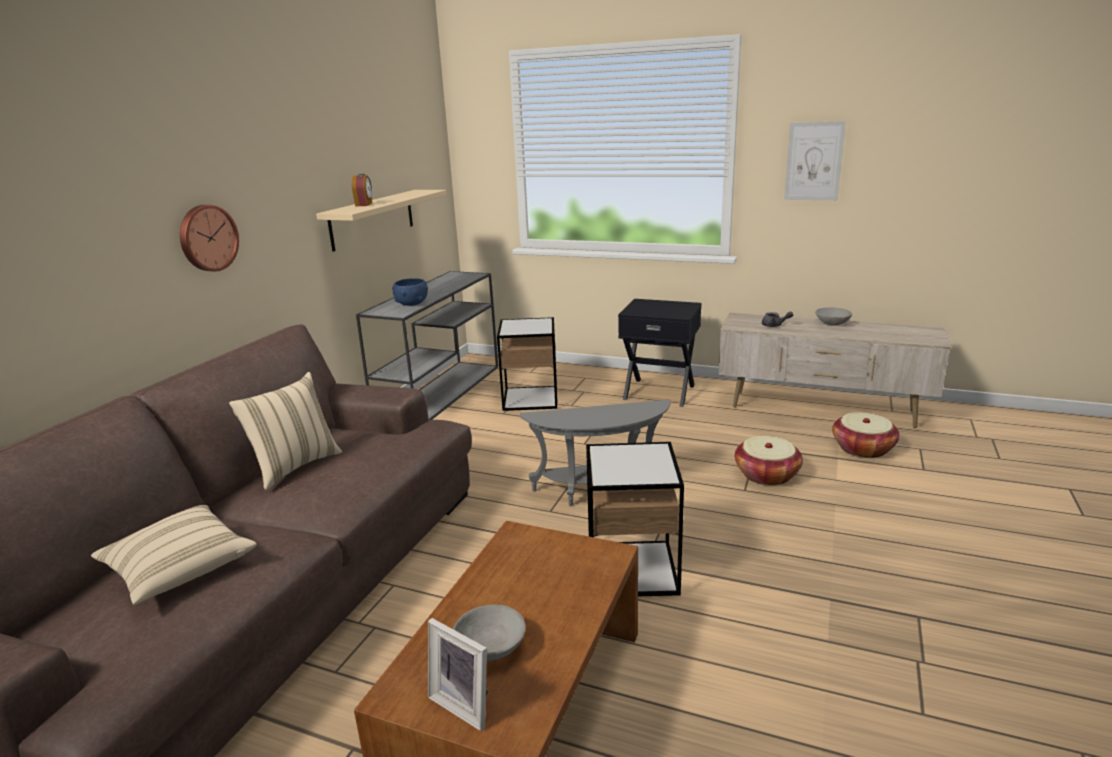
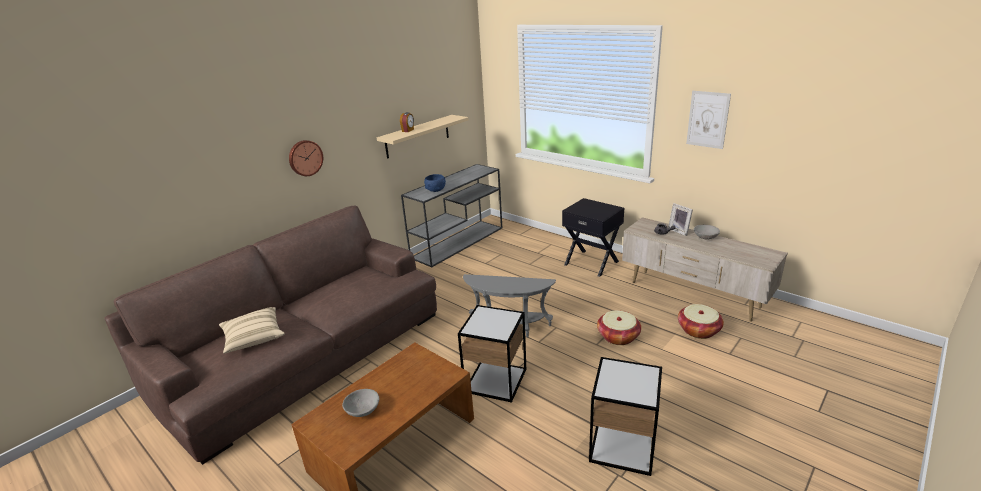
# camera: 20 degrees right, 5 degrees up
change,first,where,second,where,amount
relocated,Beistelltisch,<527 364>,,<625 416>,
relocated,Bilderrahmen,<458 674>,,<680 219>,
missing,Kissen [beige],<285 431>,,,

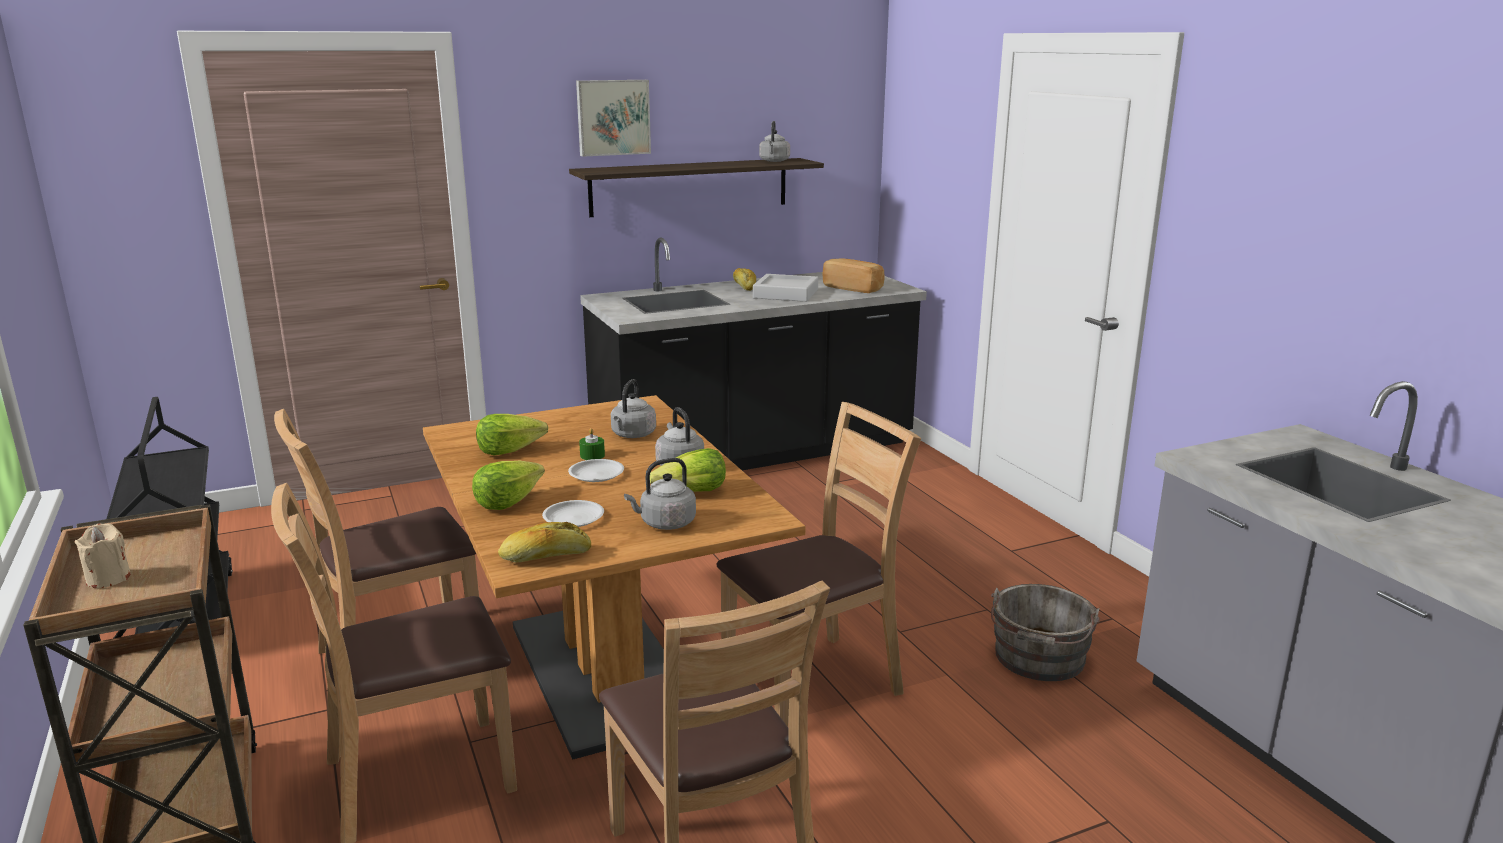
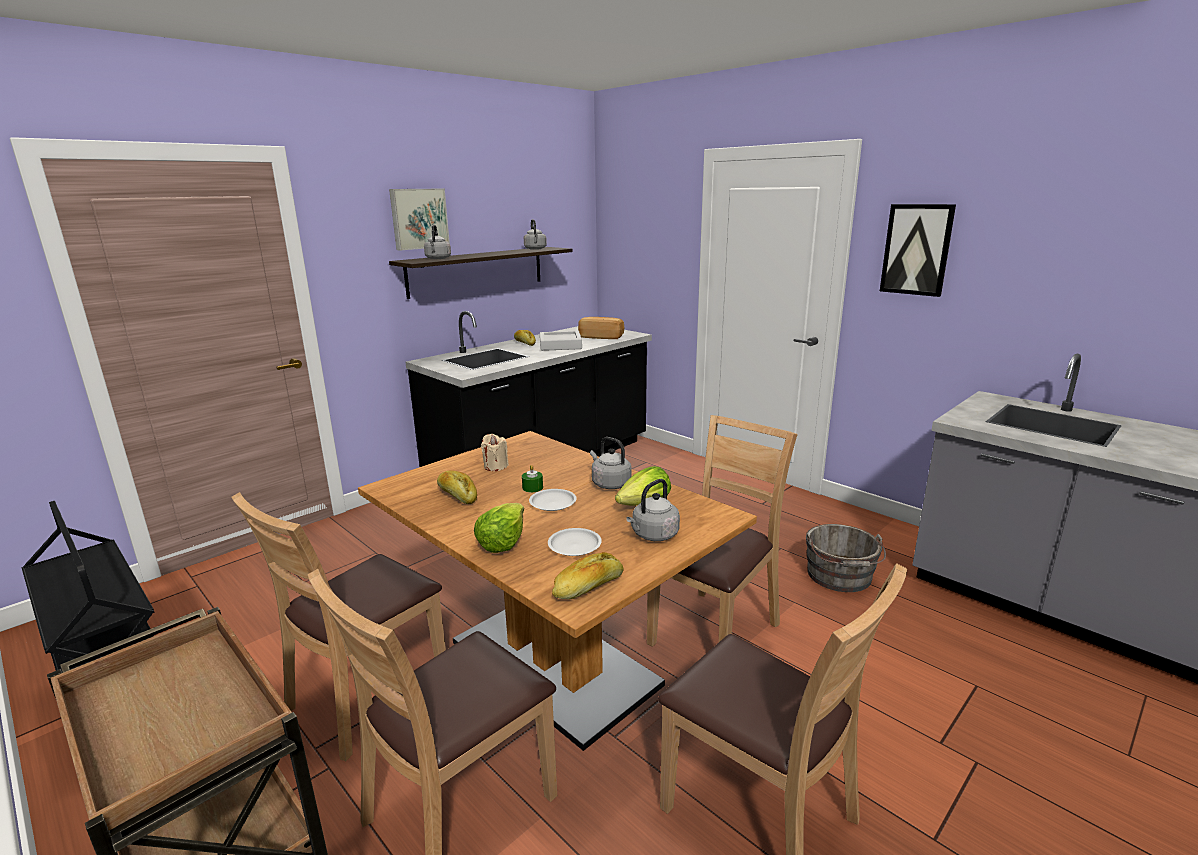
# camera: 20 degrees left, 0 degrees up
change,first,where,second,where,amount
relocated,Wasserkessel [grau],<633 408>,,<437 242>,
exchanged,Salatkopf,<512 434>,Brot,<457 487>,
relocated,Kerze [beige],<103 555>,,<495 452>,
appeared,,,Bild,<918 250>,

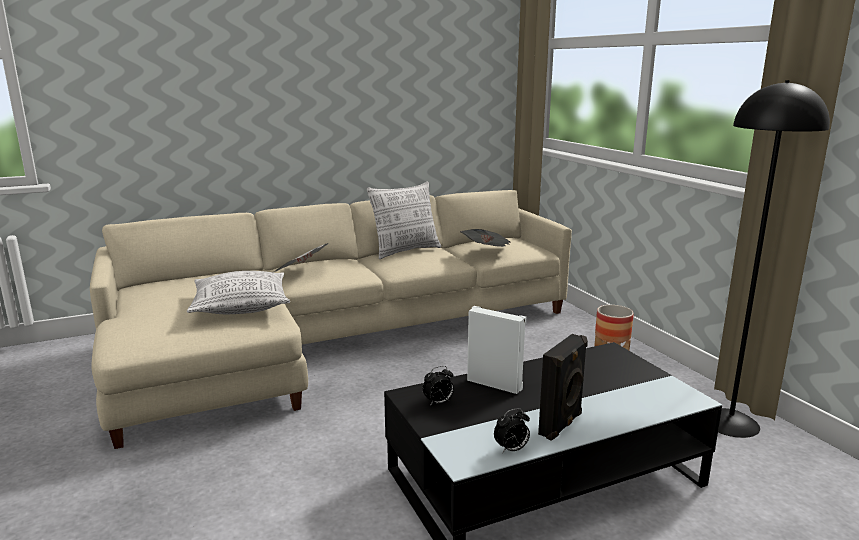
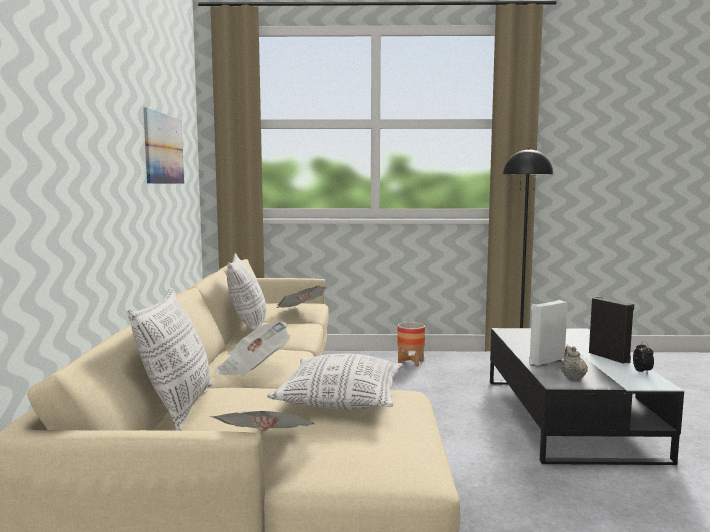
# camera: 65 degrees left, 10 degrees down
change,first,where,second,where,amount
appeared,,,Kissen,<169 359>,
appeared,,,Bild,<163 146>,
appeared,,,Zeitung,<261 421>,
exchanged,Wecker,<438 386>,Teekanne [beige],<574 363>,

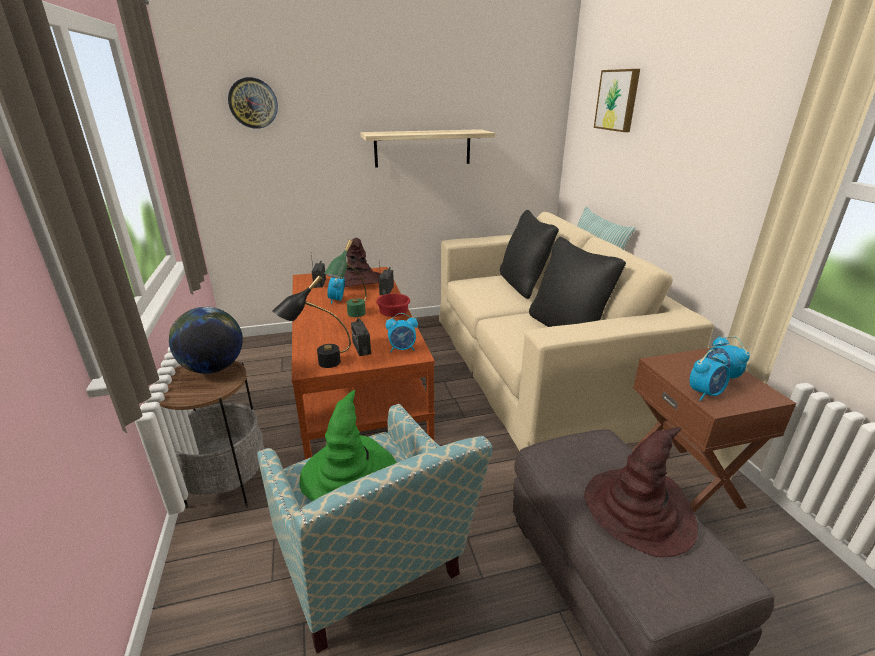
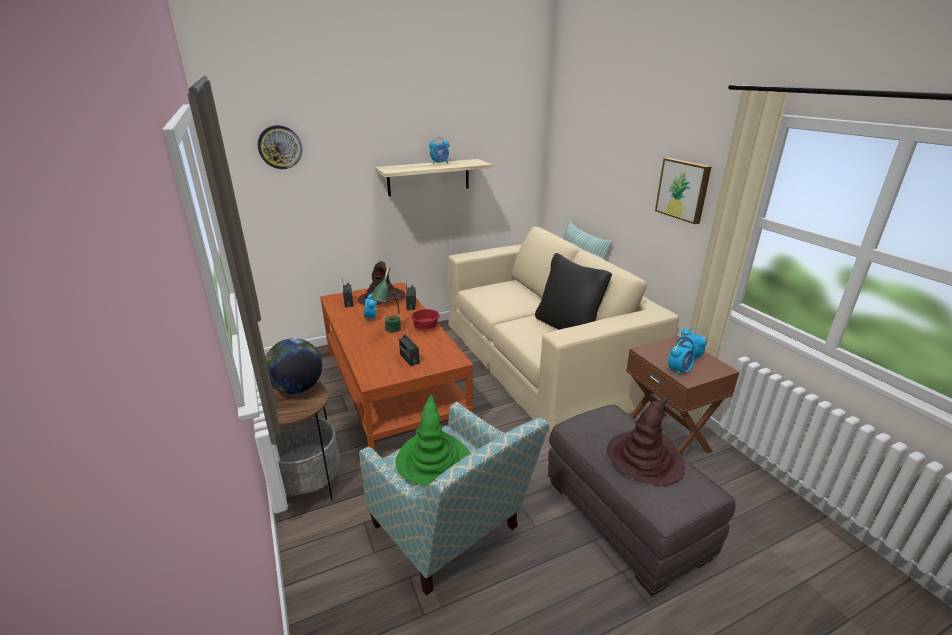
# camera: 10 degrees left, 0 degrees up
change,first,where,second,where,amount
relocated,Wecker,<402 332>,,<439 150>,
relocated,Bild,<617 100>,,<683 191>,
missing,Tischlampe [schwarz],<311 321>,,,
missing,Kissen [schwarz],<529 254>,,,

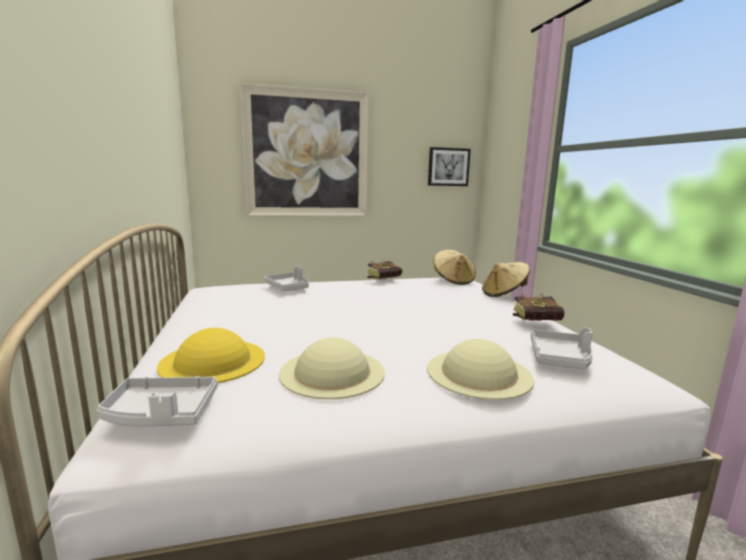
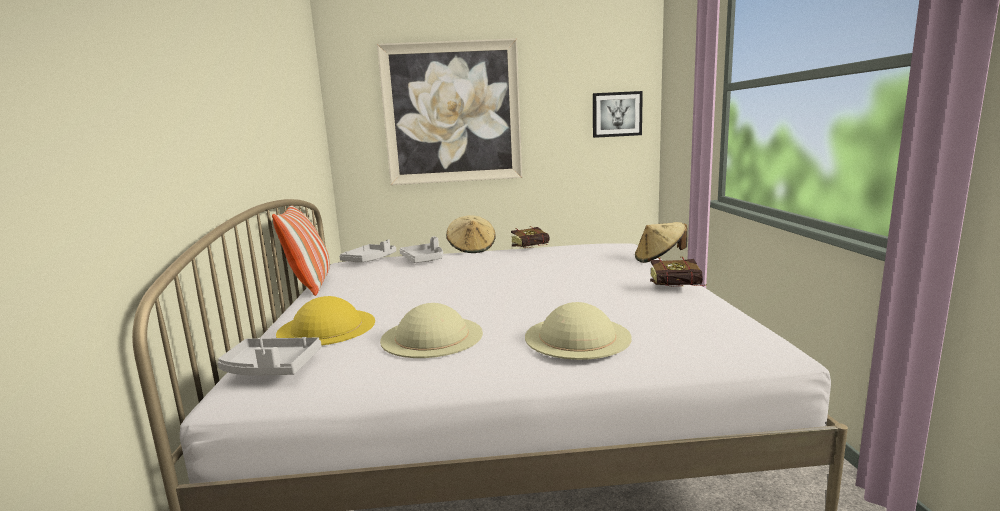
# camera: 10 degrees right, 0 degrees up
change,first,where,second,where,amount
appeared,,,Kissen,<301 250>,
relocated,Tablett [grau],<562 348>,,<367 251>,
relocated,Hut [beige],<455 267>,,<471 234>,

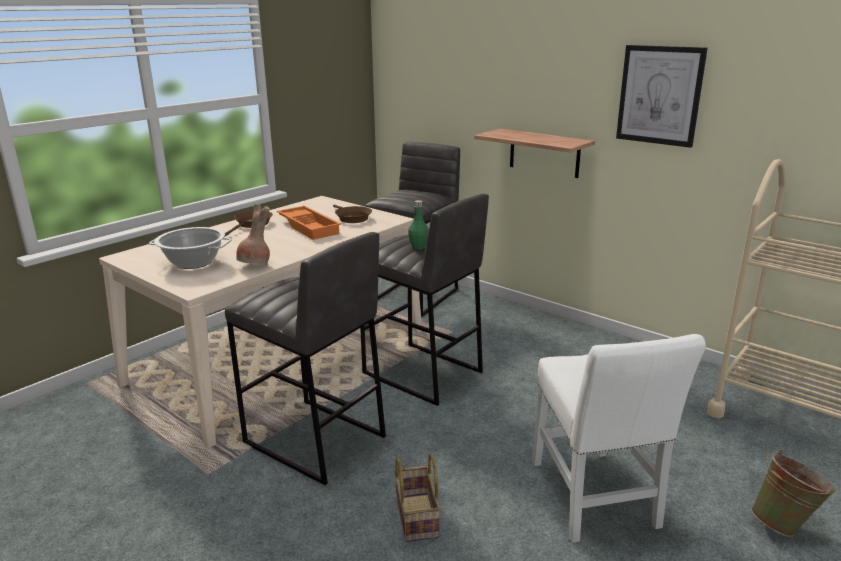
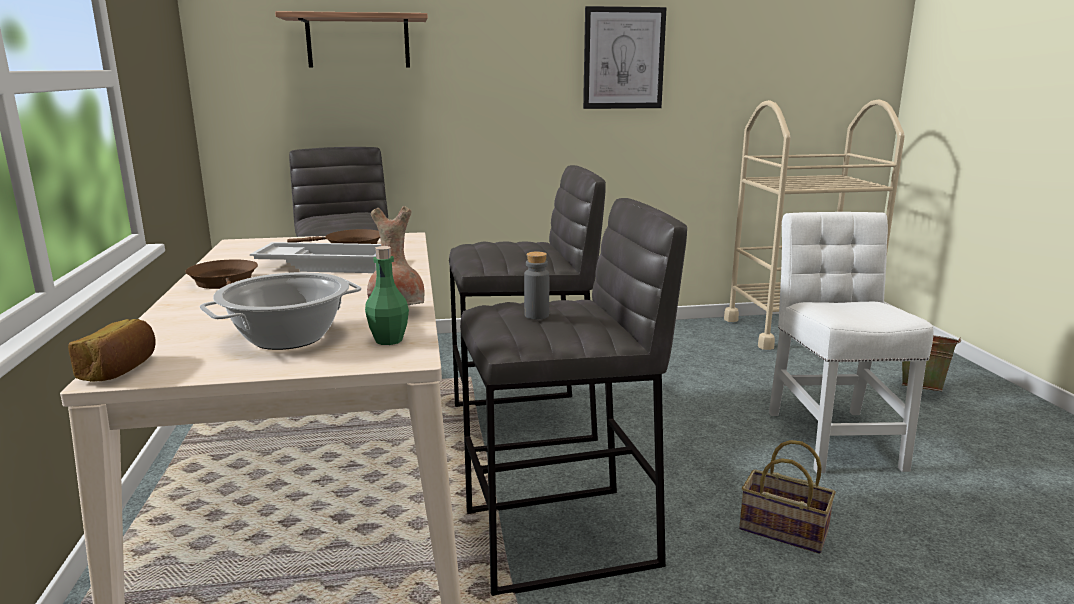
# camera: 50 degrees left, 5 degrees down
change,first,where,second,where,amount
appeared,,,Brot,<112 350>,
colour,Tablett [orange],<309 223>,Tablett [weiß],<315 257>,
relocated,Wandregal,<534 153>,,<351 39>,
relocated,Flasche [grün],<418 224>,,<387 295>,
appeared,,,Flasche [grau],<536 285>,
spun,Stuhl [weiß],<619 438>,,<851 342>,120 degrees counterclockwise

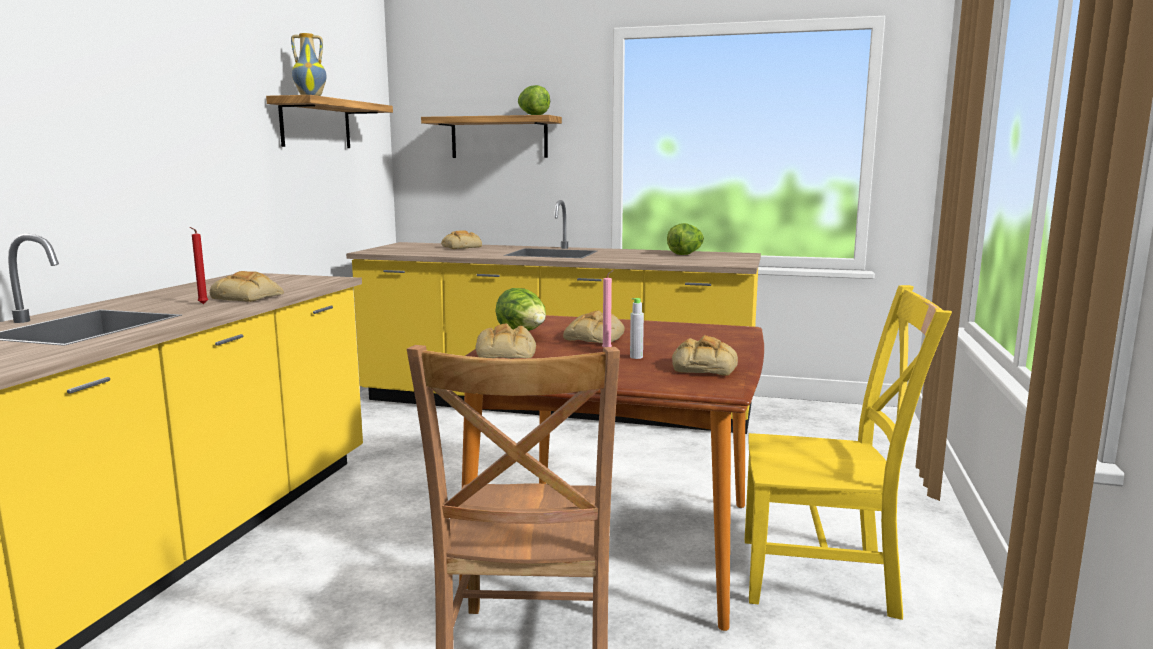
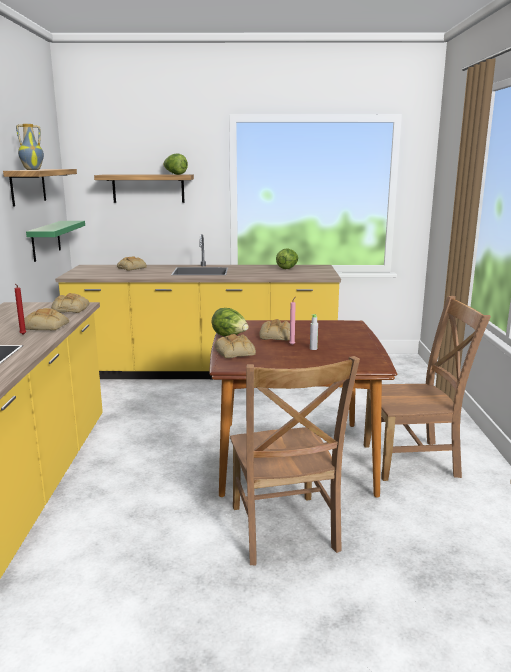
# camera: 15 degrees left, 5 degrees up
change,first,where,second,where,amount
appeared,,,Wandregal [grün],<55 241>,
relocated,Brot,<705 355>,,<70 303>,
colour,Stuhl [gelb],<848 452>,Stuhl [braun],<427 388>,

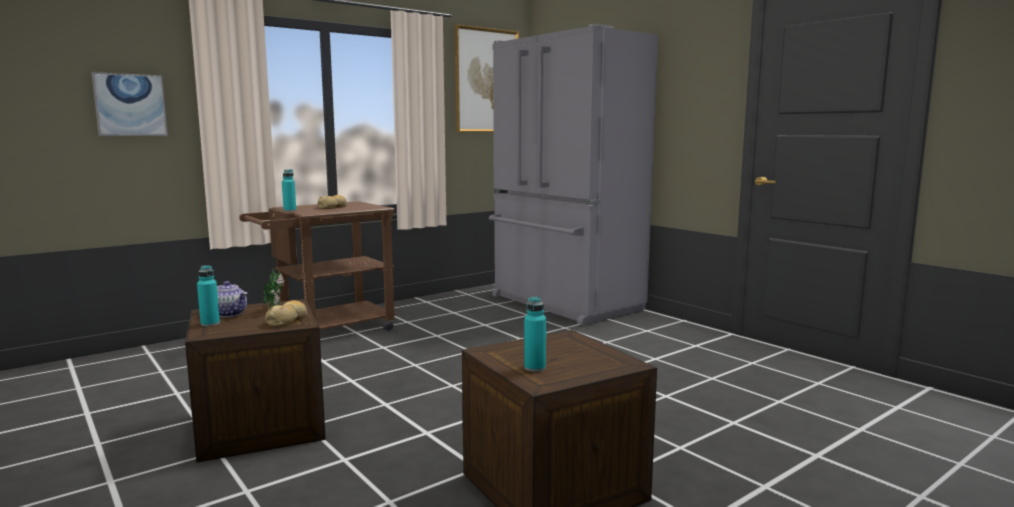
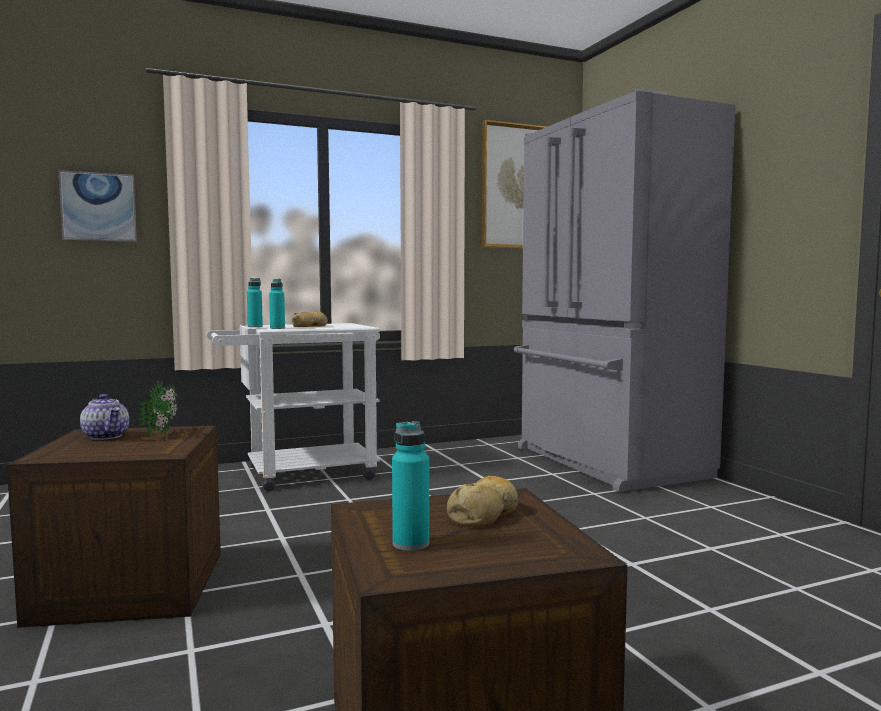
# camera: 15 degrees right, 5 degrees down
change,first,where,second,where,amount
colour,Rollwagen [braun],<317 266>,Rollwagen [weiß],<293 407>,
relocated,Flasche [türkis],<208 295>,,<277 304>,
relocated,Brot,<286 313>,,<482 501>,

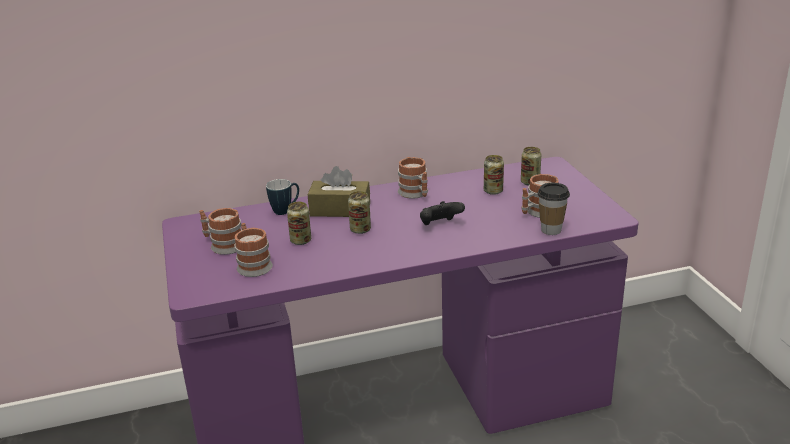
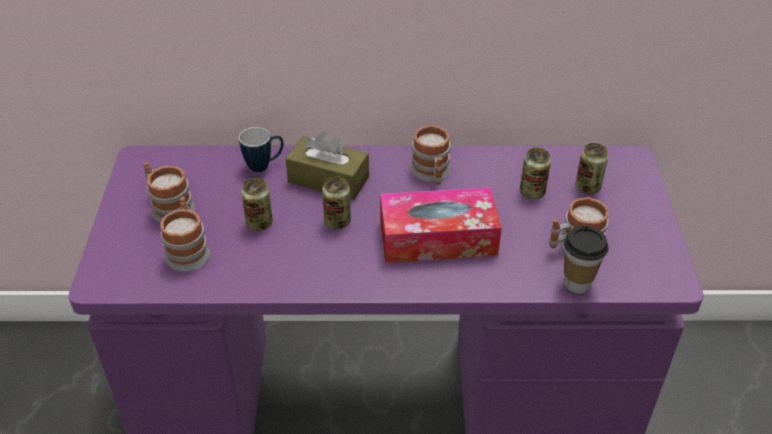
# camera: 15 degrees right, 15 degrees up
change,first,where,second,where,amount
exchanged,Gamepad [schwarz],<442 213>,Taschentuchbox,<441 225>,

